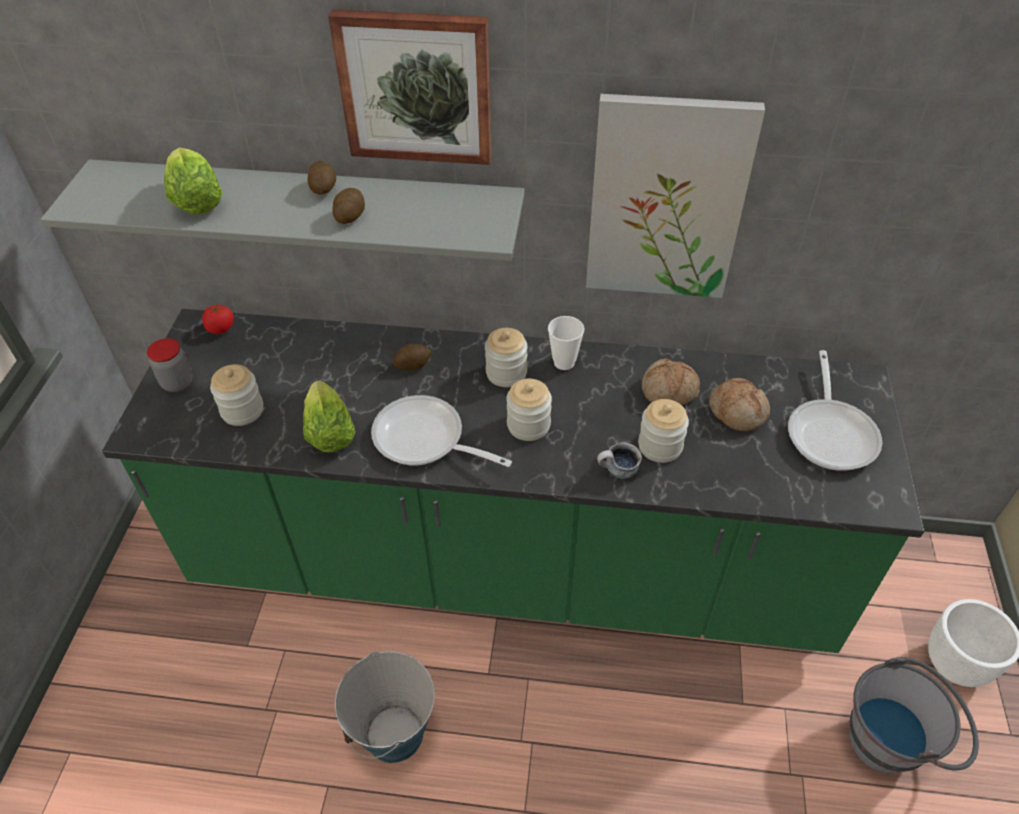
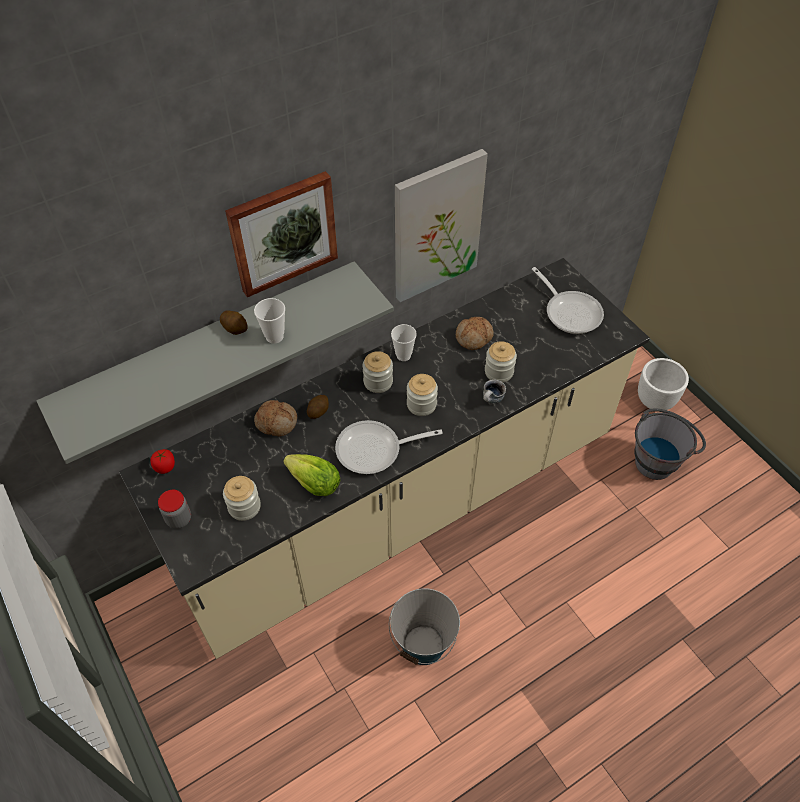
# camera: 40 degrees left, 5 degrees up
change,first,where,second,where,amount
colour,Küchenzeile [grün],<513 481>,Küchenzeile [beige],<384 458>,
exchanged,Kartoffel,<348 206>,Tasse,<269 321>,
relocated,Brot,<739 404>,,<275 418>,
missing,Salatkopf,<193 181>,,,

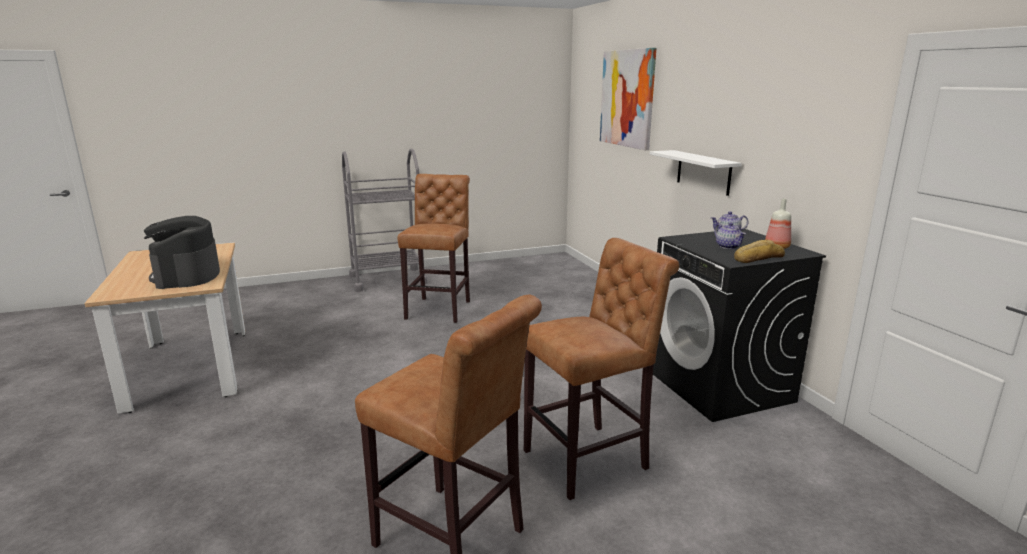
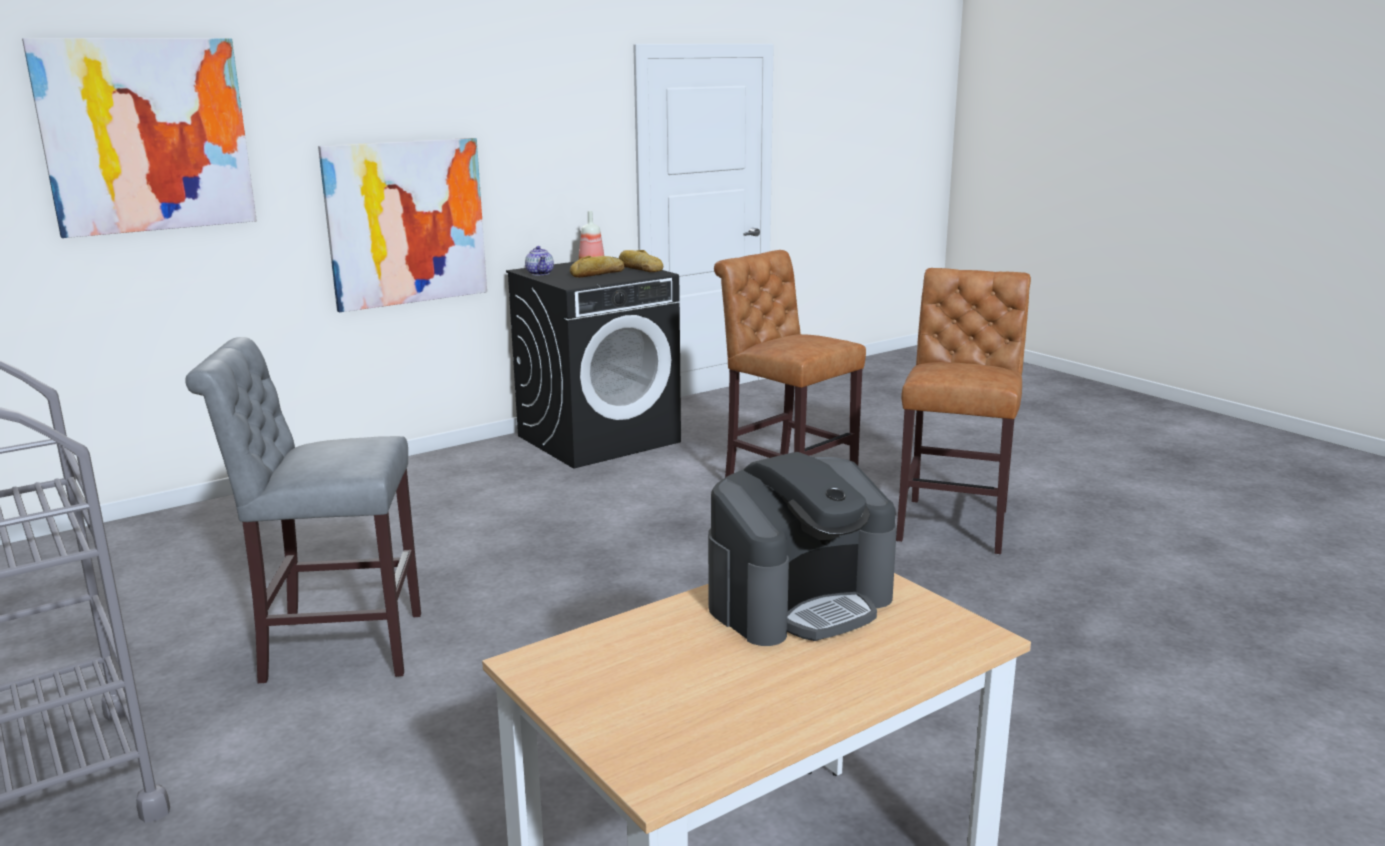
# camera: 105 degrees left, 0 degrees up
change,first,where,second,where,amount
colour,Hocker [braun],<433 248>,Hocker [grau],<303 510>,
exchanged,Wandregal [weiß],<696 173>,Bild,<402 225>,
exchanged,Teekanne,<730 236>,Brot,<597 267>,

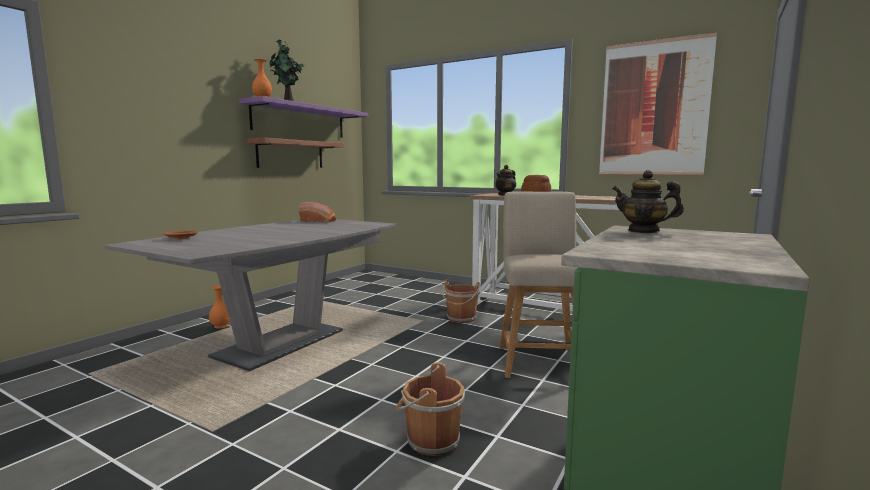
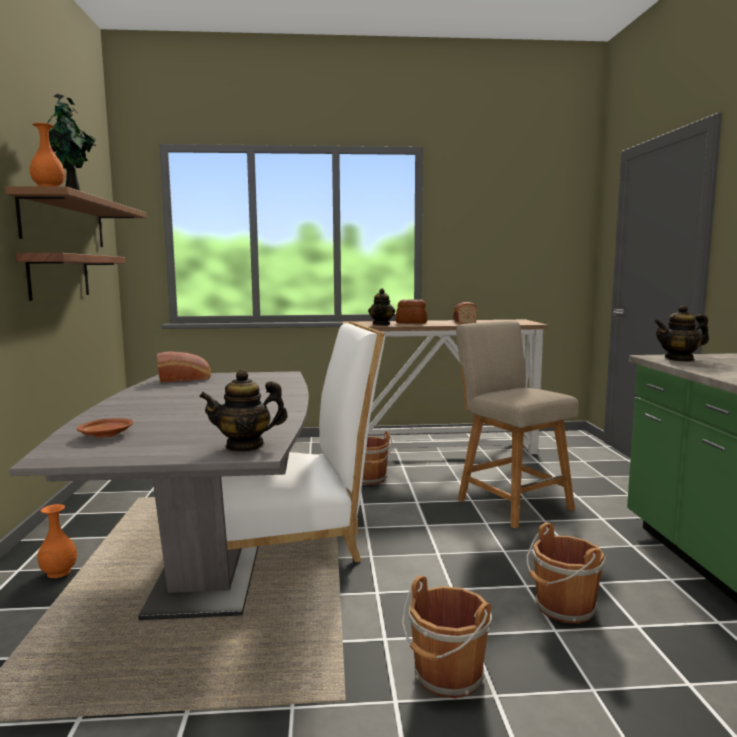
# camera: 35 degrees left, 0 degrees up
change,first,where,second,where,amount
colour,Wandregal [lila],<304 117>,Wandregal [braun],<76 216>,
appeared,,,Teekanne,<243 411>,
appeared,,,Stuhl [weiß],<303 441>,
appeared,,,Eimer [braun],<447 636>,
appeared,,,Brot,<465 313>,
missing,Bild,<658 104>,,,

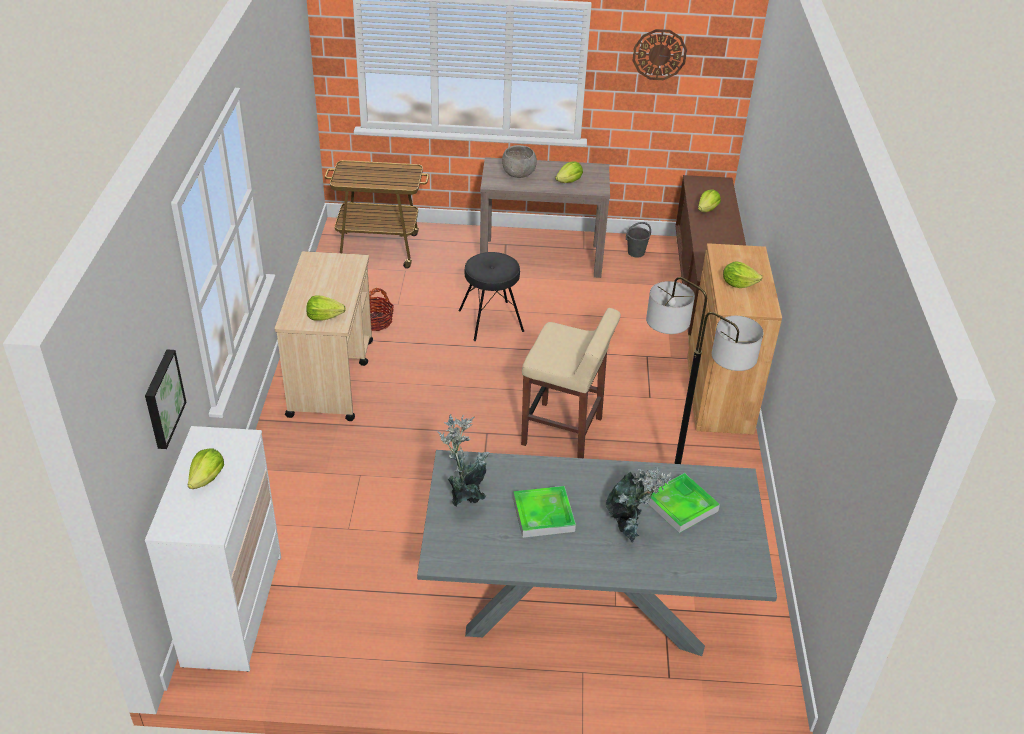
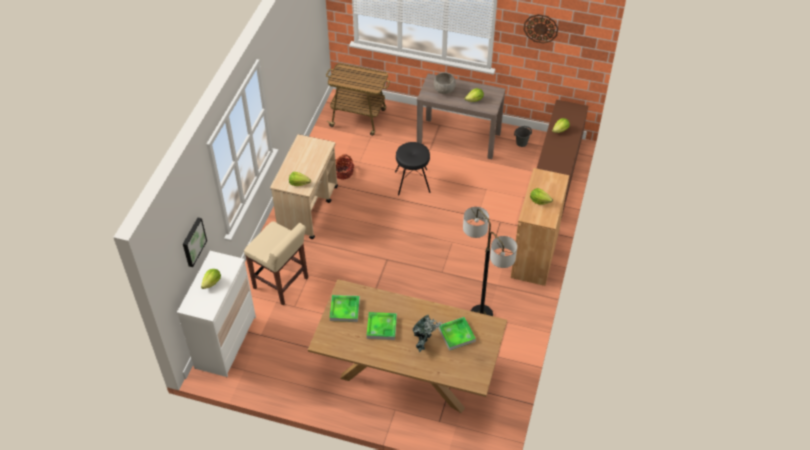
# camera: 15 degrees right, 10 degrees up
change,first,where,second,where,amount
relocated,Hocker [beige],<571 383>,,<276 263>,
colour,Esstisch [grau],<597 553>,Esstisch [braun],<407 346>,
exchanged,Topfpflanze,<463 460>,Tablett,<345 308>,

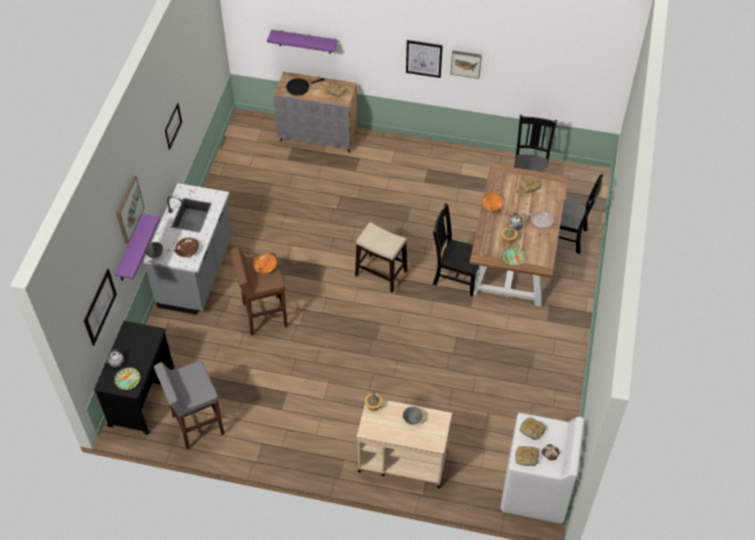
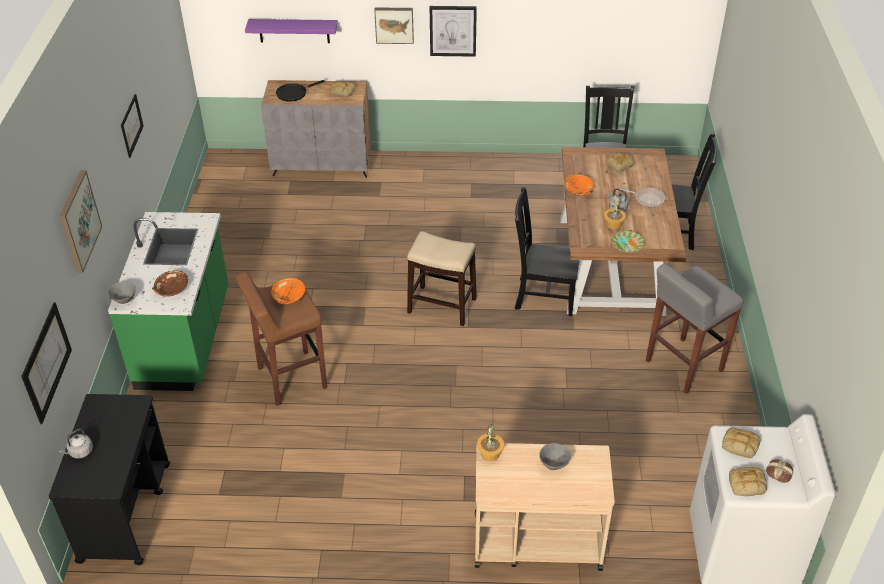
# camera: 10 degrees left, 10 degrees down
change,first,where,second,where,amount
colour,Küchenzeile [grau],<188 249>,Küchenzeile [grün],<168 301>,
relocated,Bild,<466 65>,,<394 25>,
relocated,Hocker [grau],<189 405>,,<695 328>,
missing,Teller,<127 378>,,,
missing,Wandregal [lila],<137 247>,,,

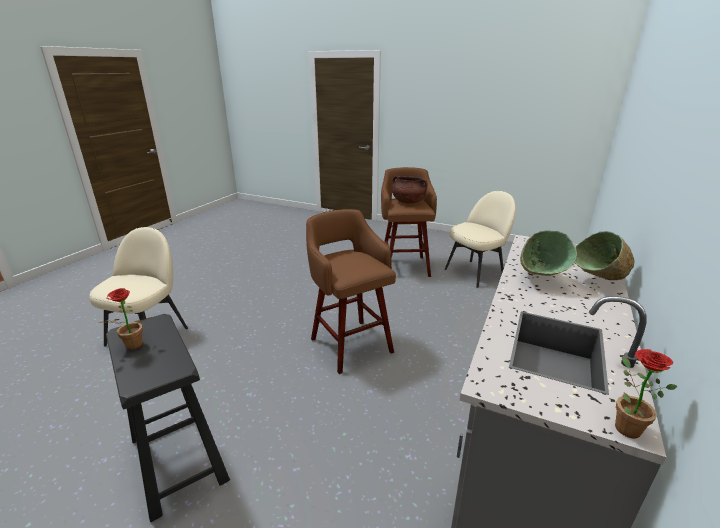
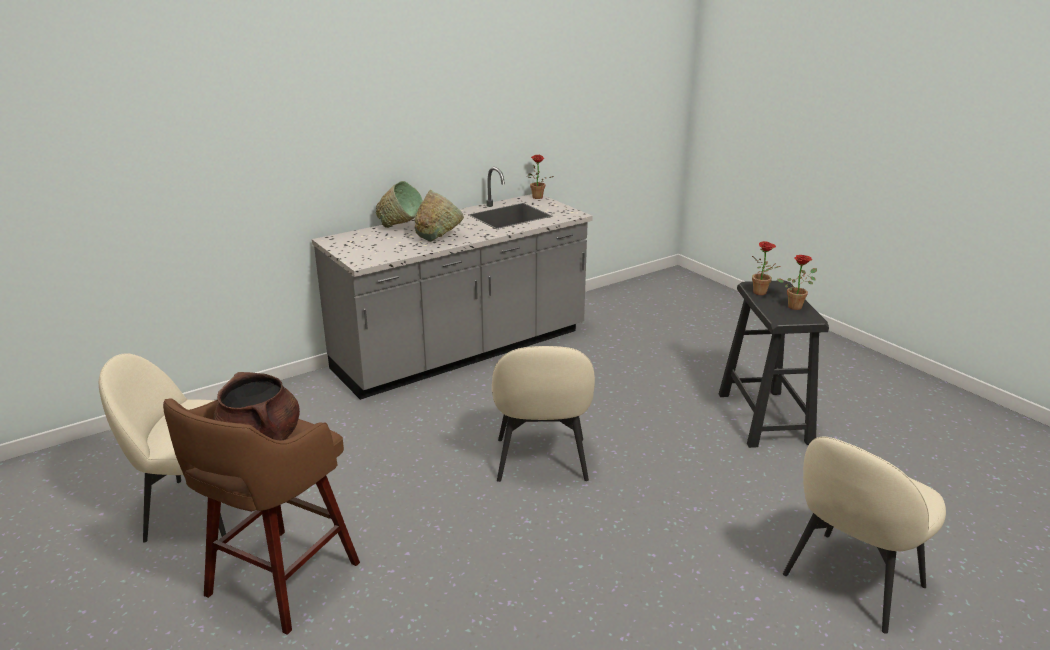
# camera: 150 degrees left, 0 degrees up
change,first,where,second,where,amount
exchanged,Hocker [braun],<351 291>,Stuhl [beige],<543 414>,
appeared,,,Topfpflanze,<766 268>,

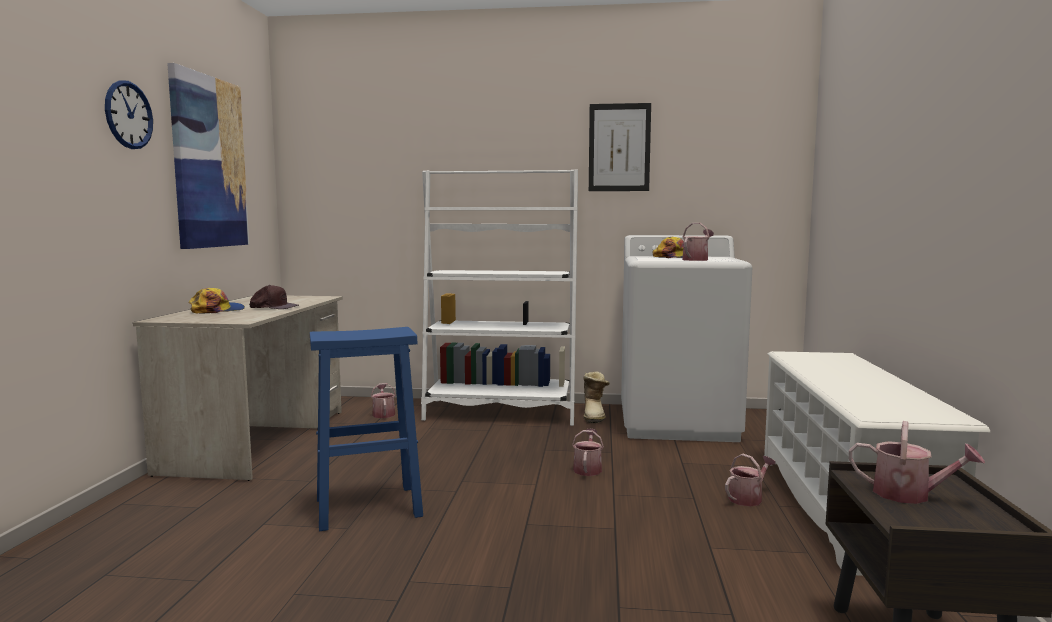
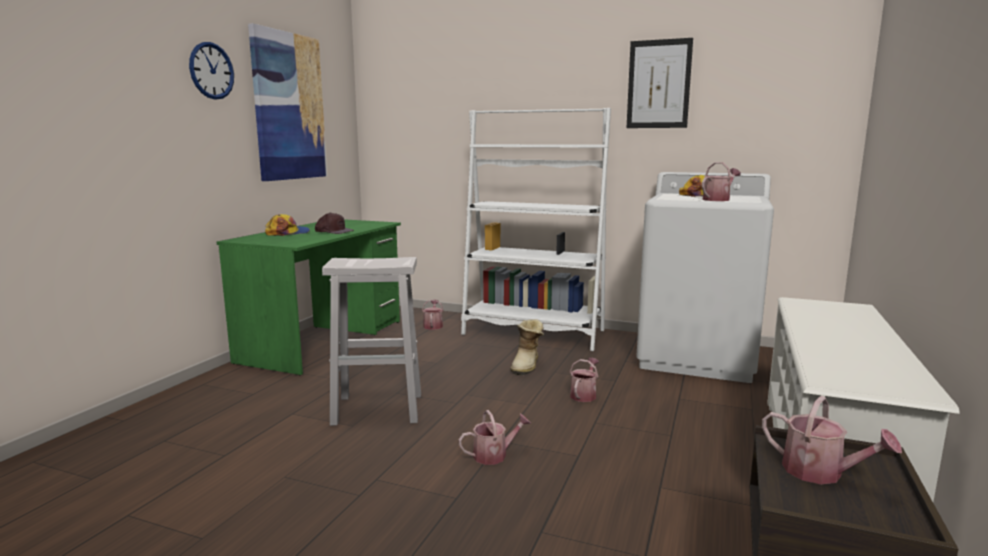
# camera: 15 degrees right, 5 degrees up
change,first,where,second,where,amount
colour,Schreibtisch [beige],<238 388>,Schreibtisch [grün],<309 297>,
colour,Hocker [blau],<366 429>,Hocker [weiß],<371 341>,
relocated,Gießkanne,<750 480>,,<495 437>,
relocated,Stiefel,<596 397>,,<527 347>,

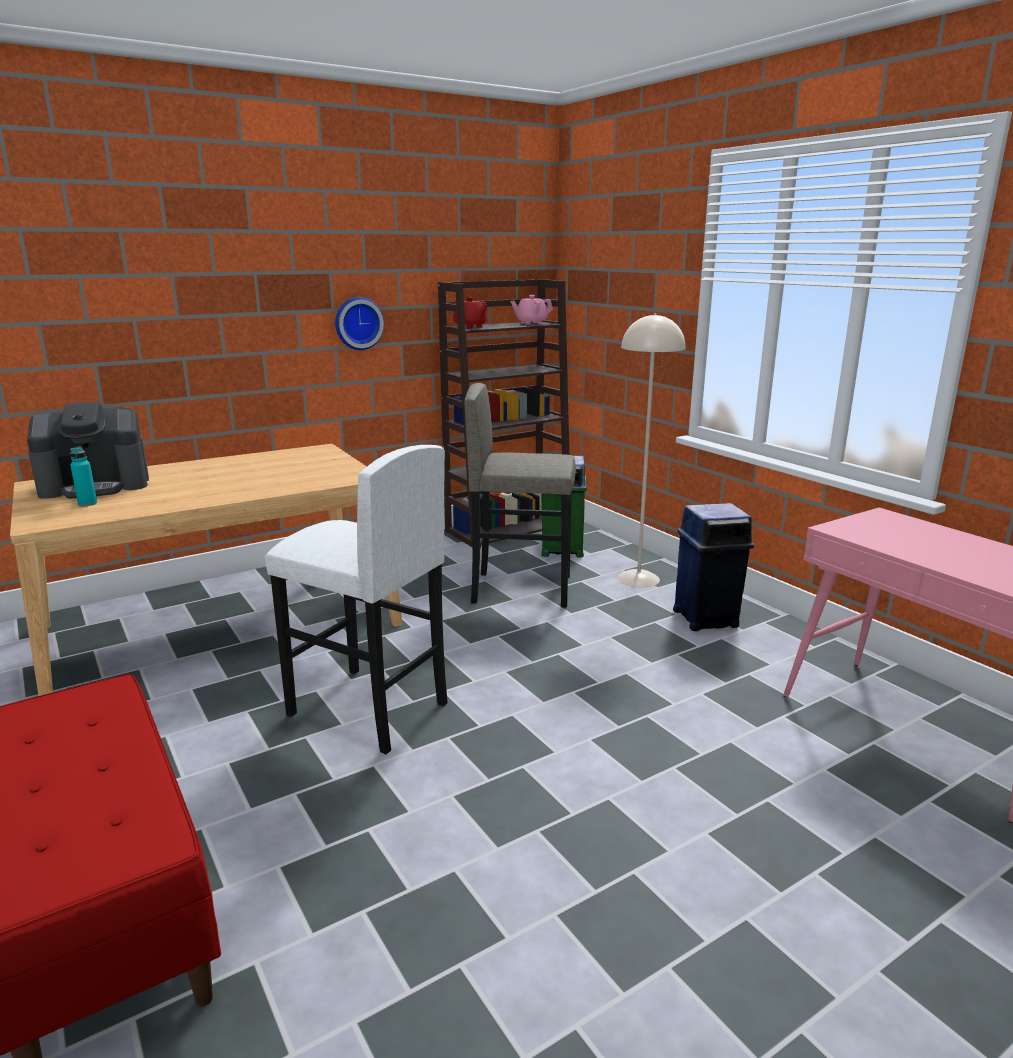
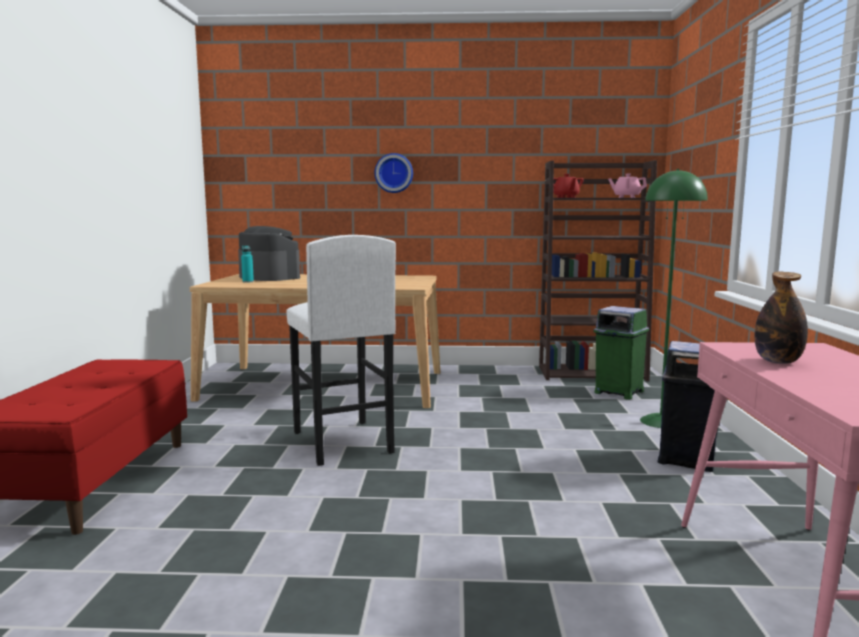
# camera: 35 degrees right, 10 degrees down
change,first,where,second,where,amount
spun,Kaffeemaschine,<88 450>,,<269 253>,150 degrees counterclockwise
relocated,Wanduhr,<359 323>,,<394 173>,
colour,Stehlampe [beige],<651 450>,Stehlampe [grün],<674 298>,
appeared,,,Flasche,<781 318>,
missing,Hocker [grau],<520 495>,,,

